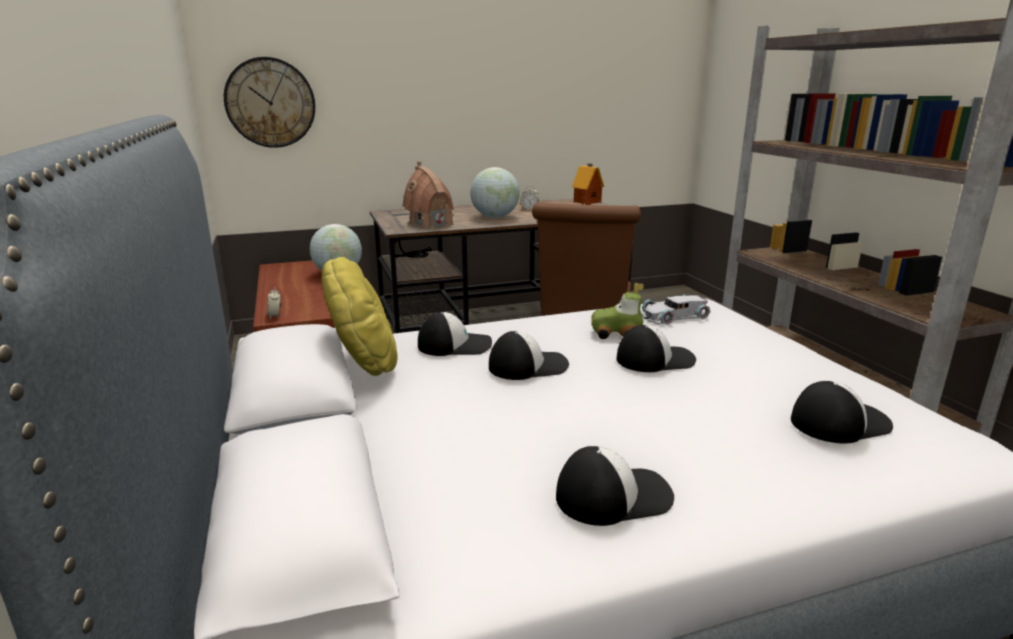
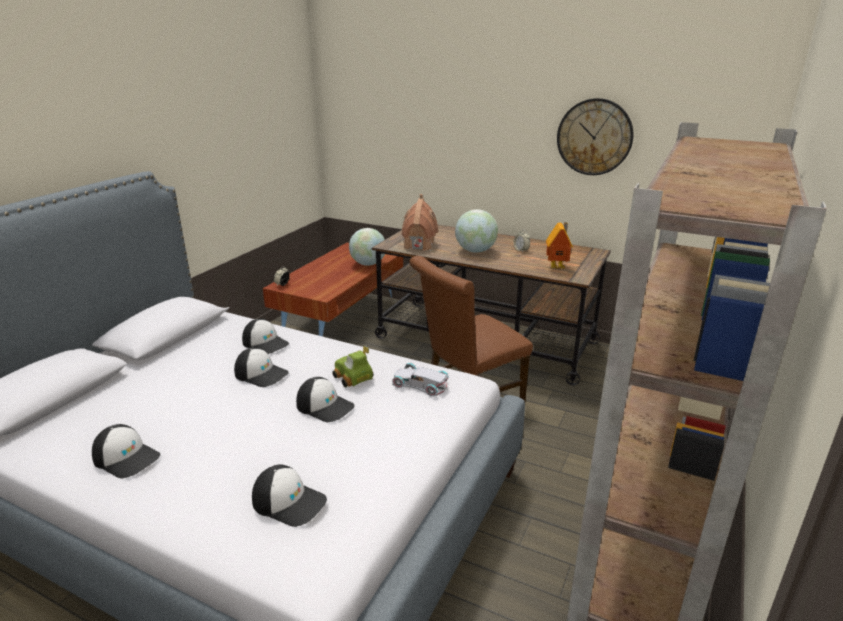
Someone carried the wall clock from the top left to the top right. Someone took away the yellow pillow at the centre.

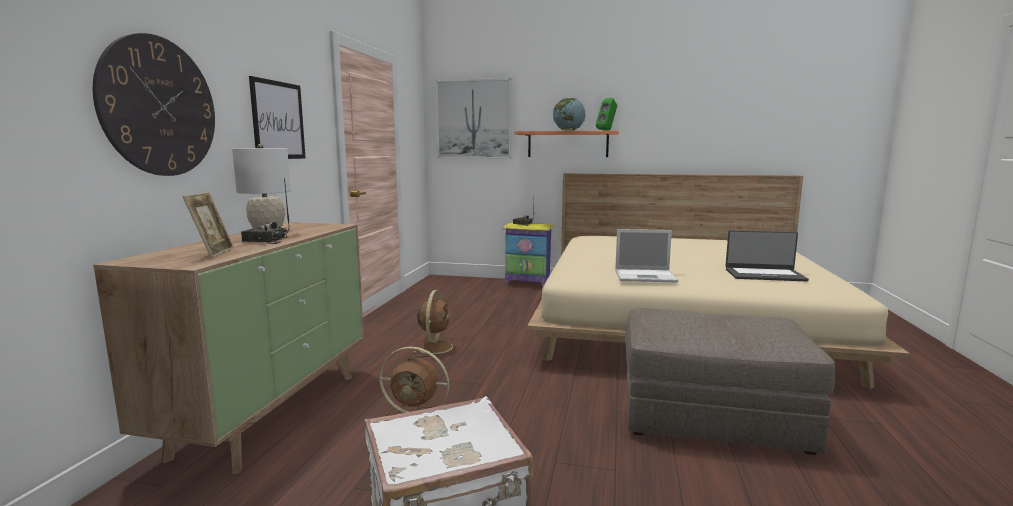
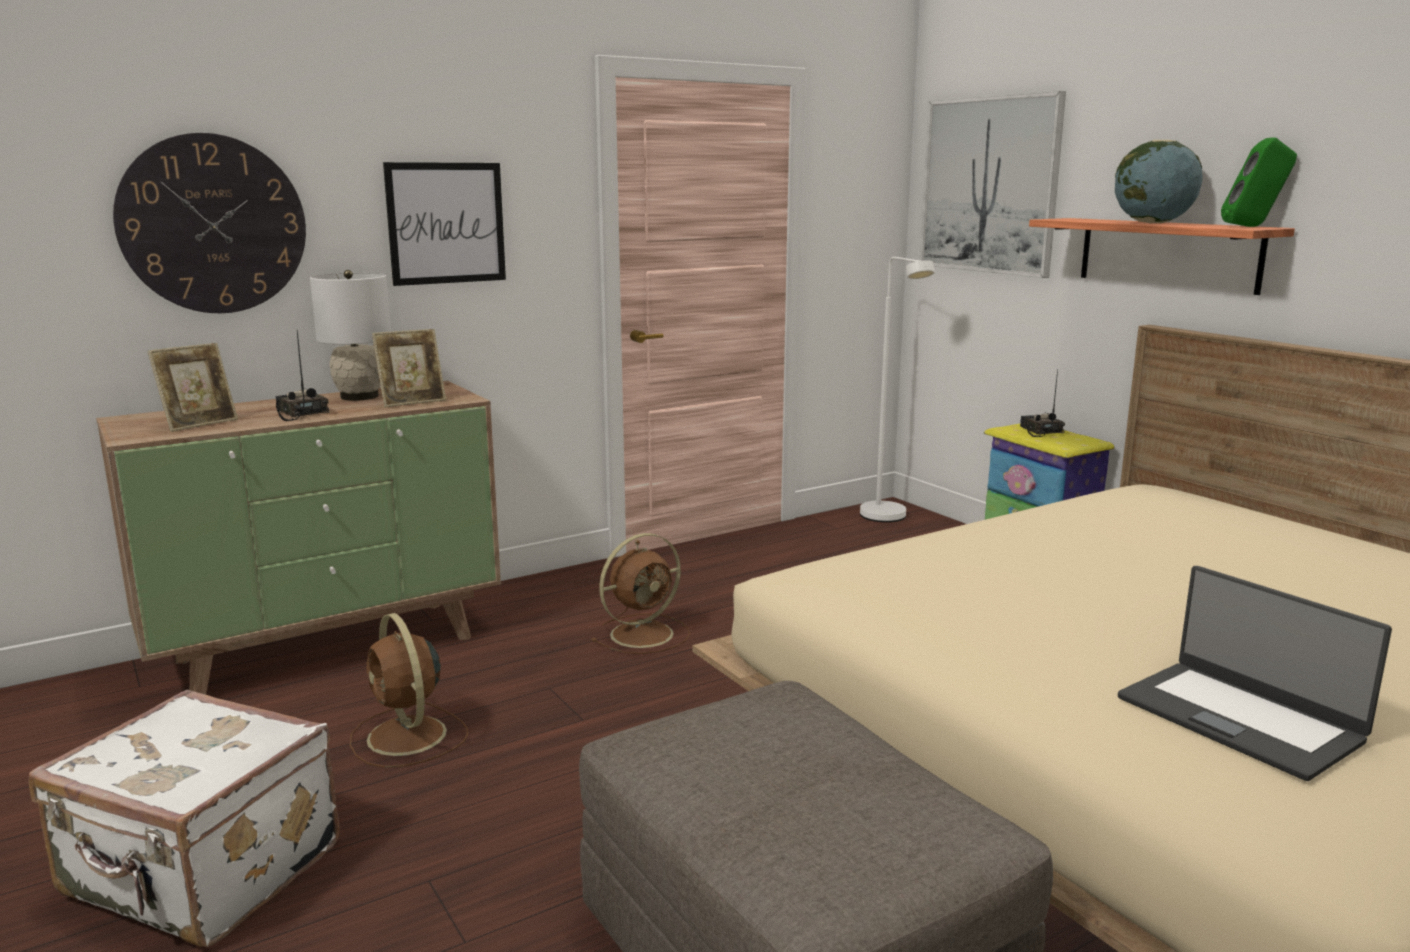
Someone took away the laptop (no. 1 from left) at the centre. Someone put down the picture frame (no. 2 from left) at the middle left. Someone put down the white floor lamp at the centre.

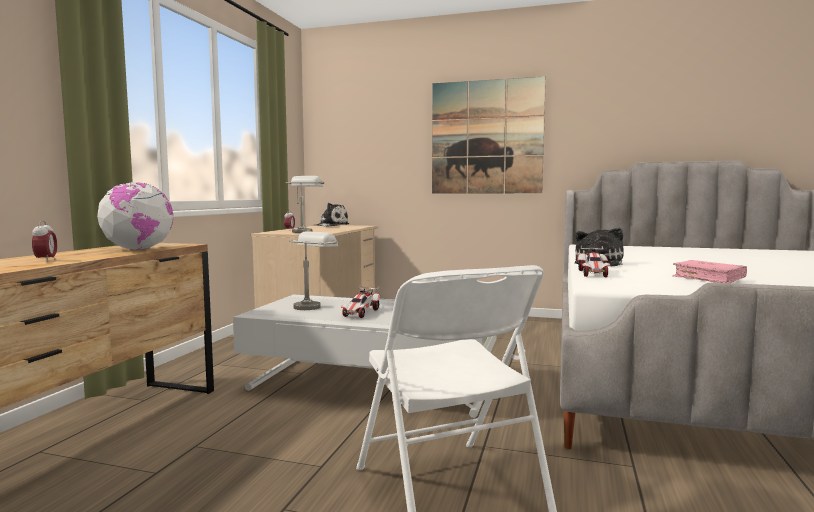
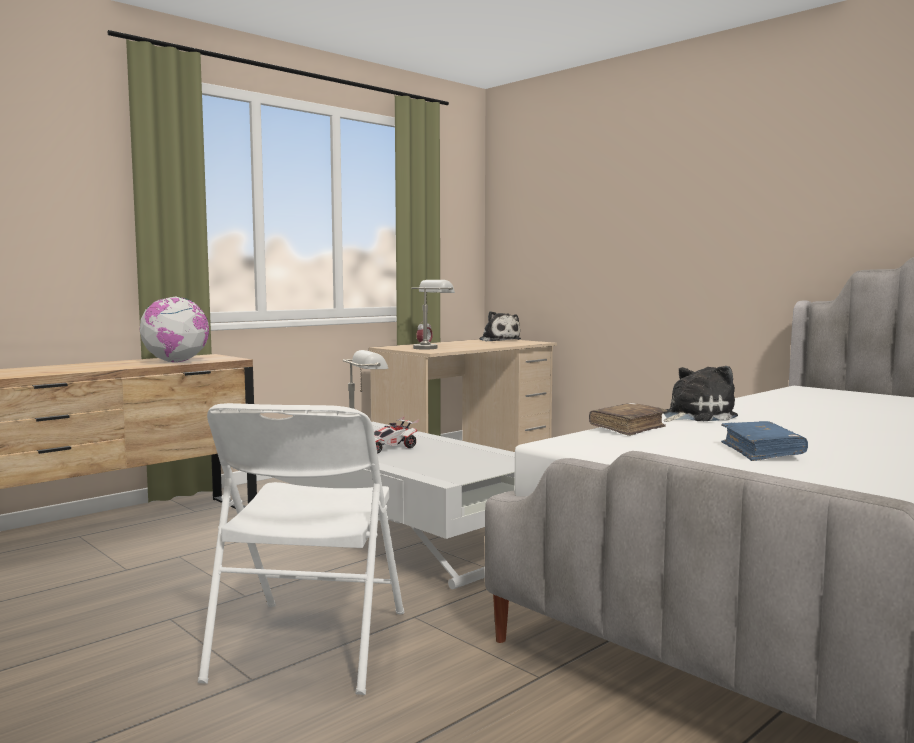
Someone took away the alarm clock (no. 1 from left) at the middle left. Someone took away the picture at the top centre. Someone swapped the toy car (no. 2 from left) at the middle right for the brown book at the middle right. Someone repainted the pink book at the middle right, which became the blue book at the middle right.

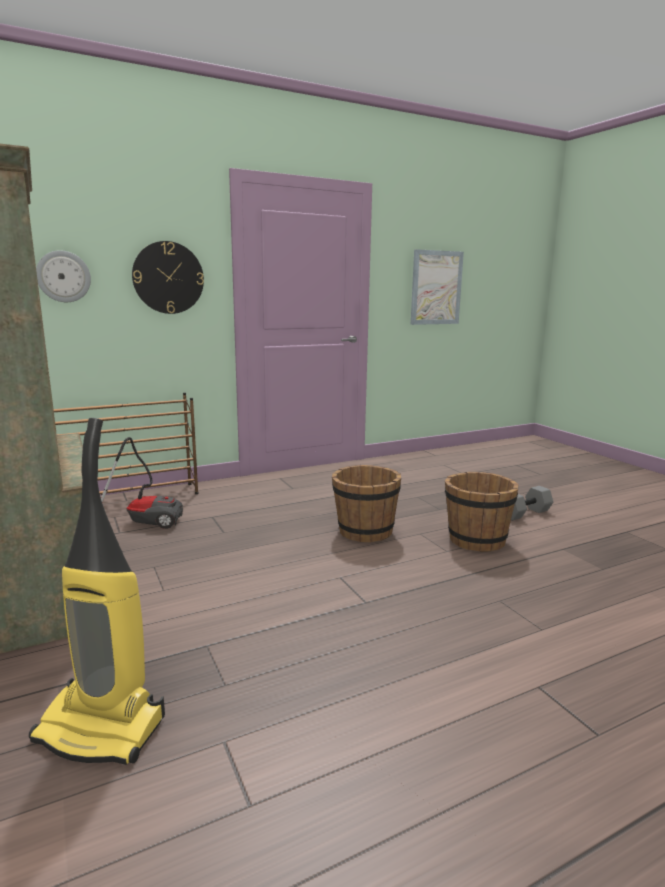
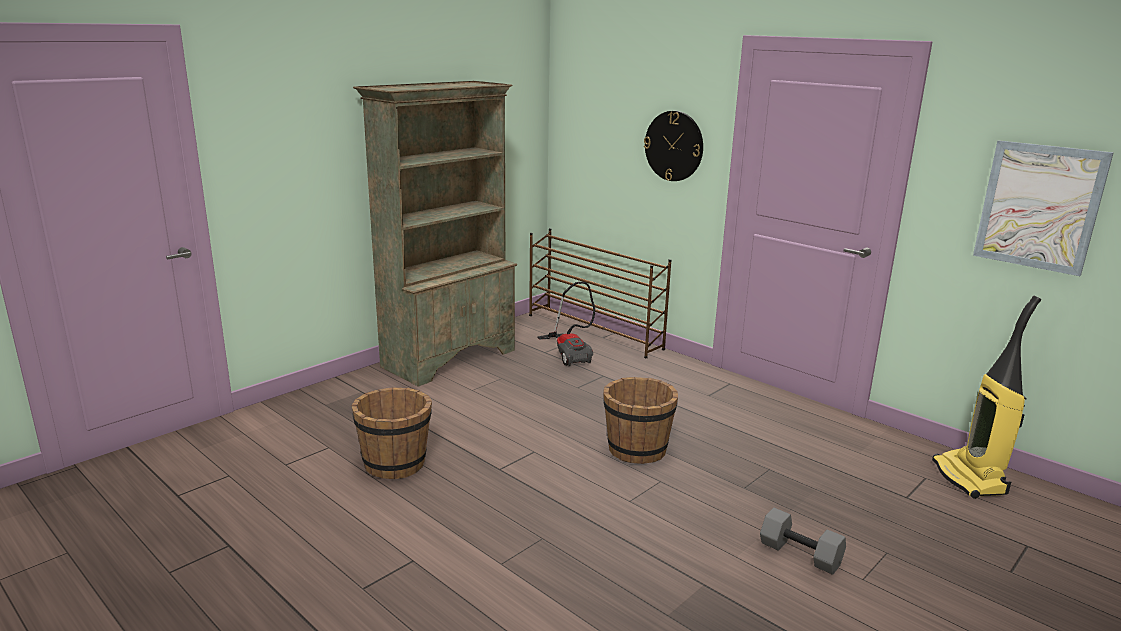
Someone carried the vacuum cleaner (no. 1 from left in the first image) from the middle left to the middle right. Someone took away the wall clock (no. 1 from left) at the top left. Someone carried the brown bucket (no. 2 from left in the first image) from the middle right to the bottom centre.

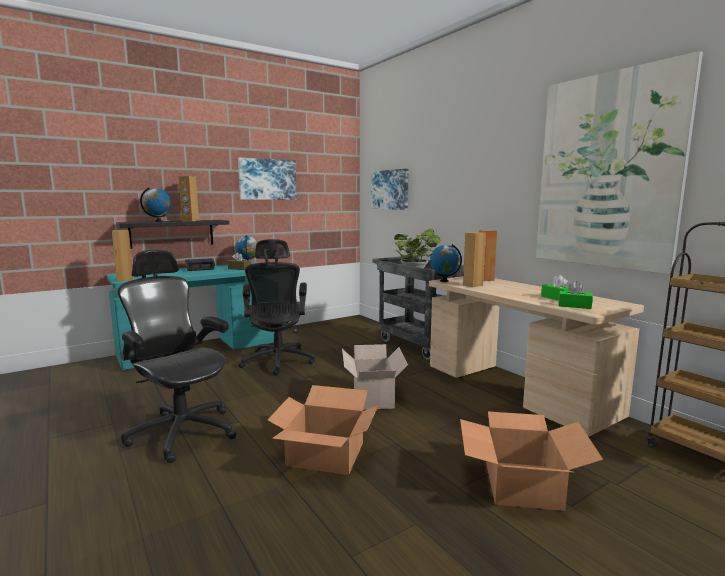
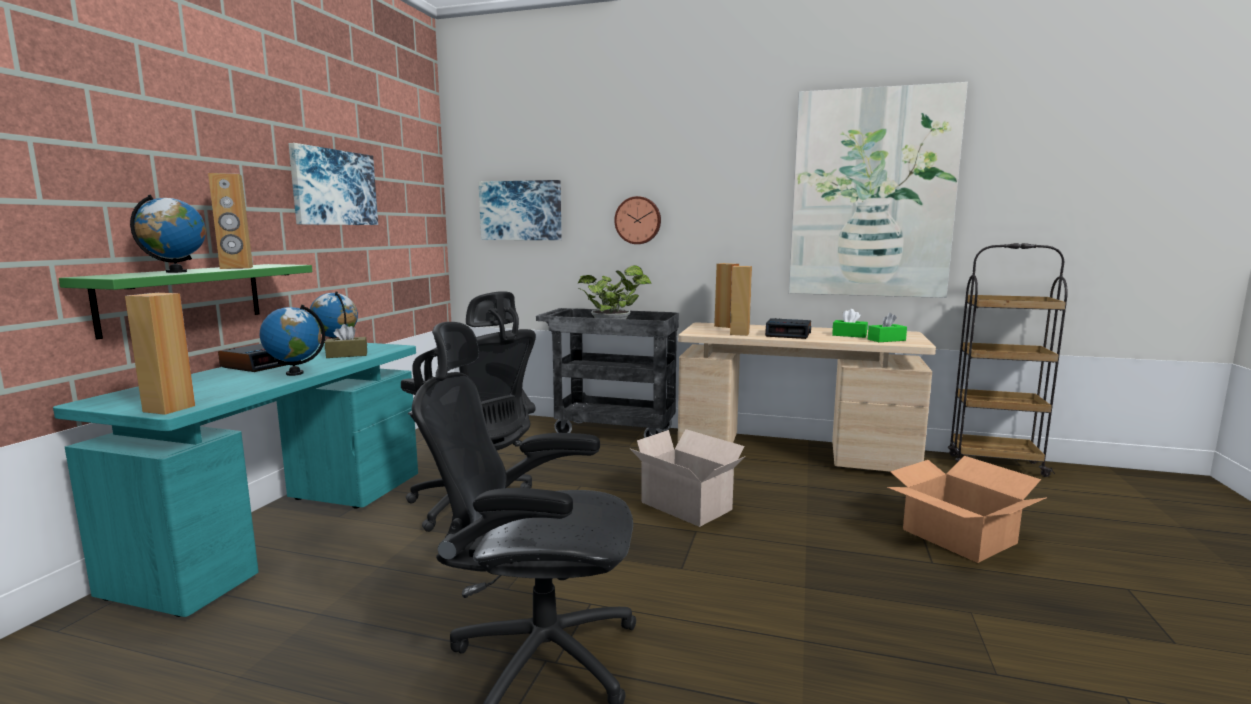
Someone repainted the black shelf at the middle left, which became the green shelf at the middle left. Someone took away the cardboard box (no. 1 from left) at the bottom centre. Someone carried the globe (no. 3 from left in the first image) from the centre to the middle left. Someone put up the wall clock at the top centre. Someone put down the alarm clock (no. 2 from left) at the centre.

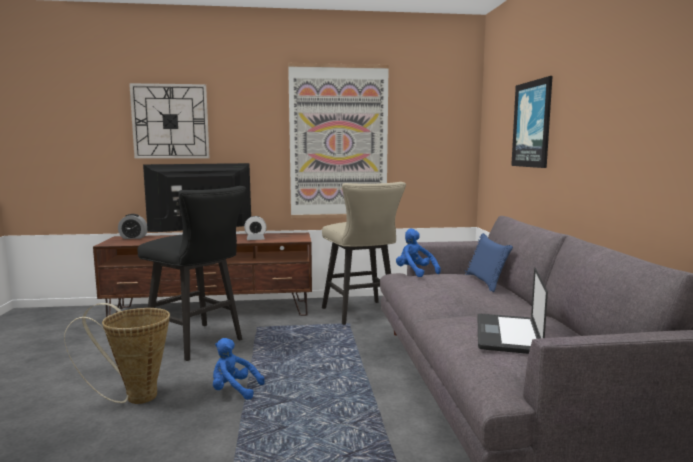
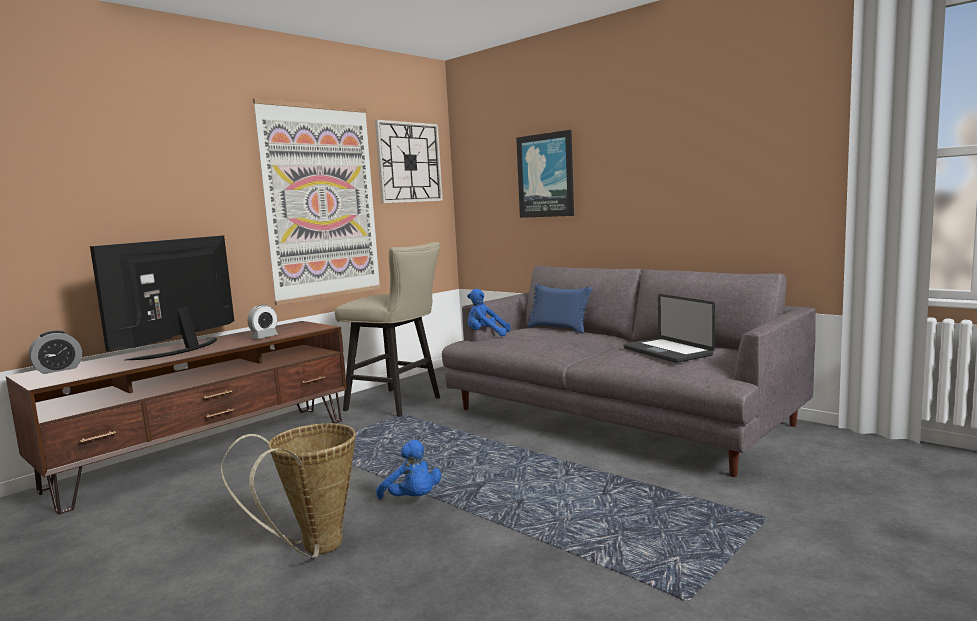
Someone carried the wall clock from the top left to the top centre. Someone took away the black stool at the middle left. Someone rotated the blue plush toy (no. 1 from left) at the bottom centre by 105 degrees counterclockwise.

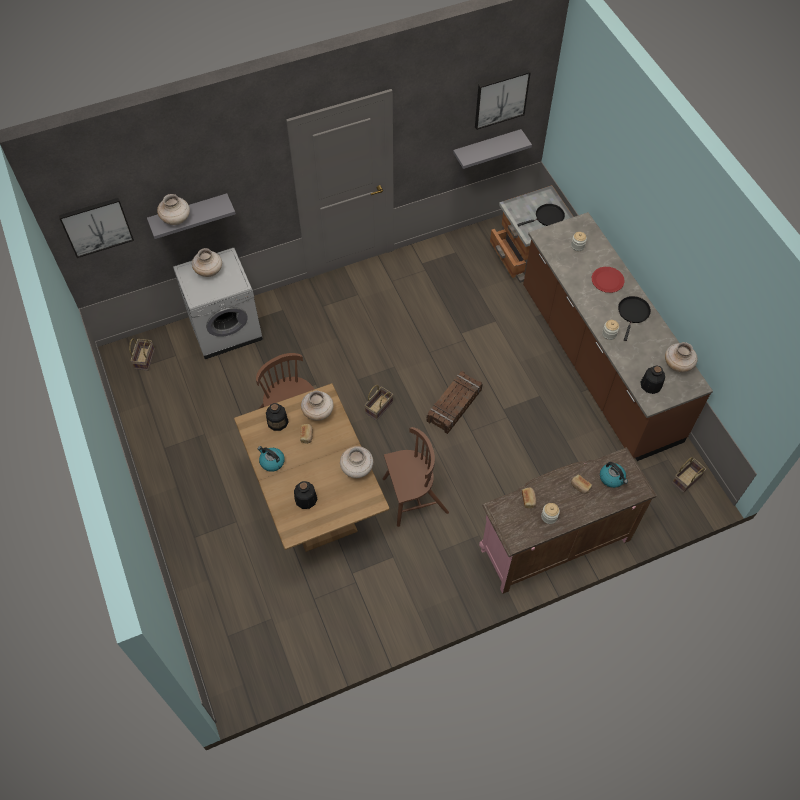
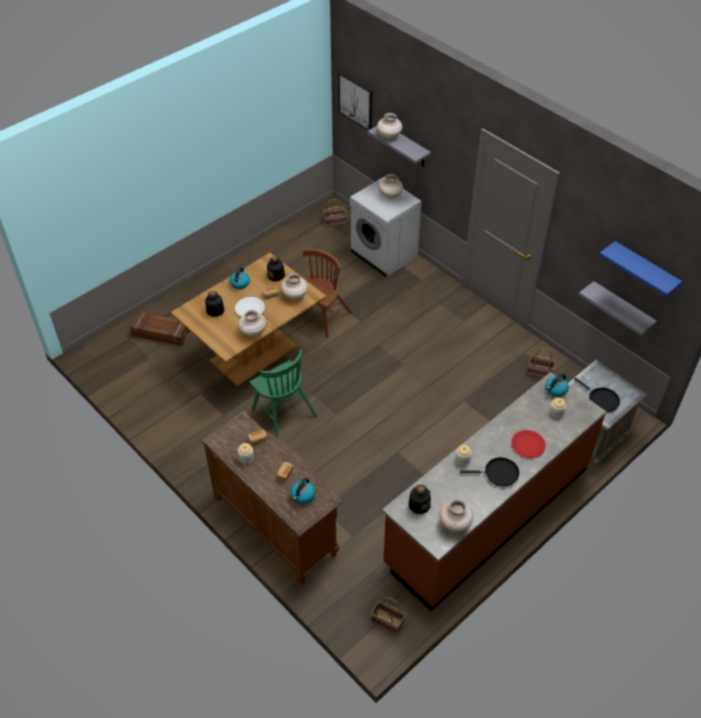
Someone carried the basket (no. 2 from left in the first image) from the centre to the middle right. Someone repainted the brown chair (no. 2 from left) at the centre, which became the green chair at the centre. Someone carried the crate from the centre to the middle left. Someone swapped the picture (no. 2 from left) at the top centre for the blue shelf at the middle right. Someone repainted the pink dresser at the middle right, which became the brown dresser at the bottom centre. Someone put down the white plate at the centre. Someone put down the kettle (no. 3 from left) at the middle right.

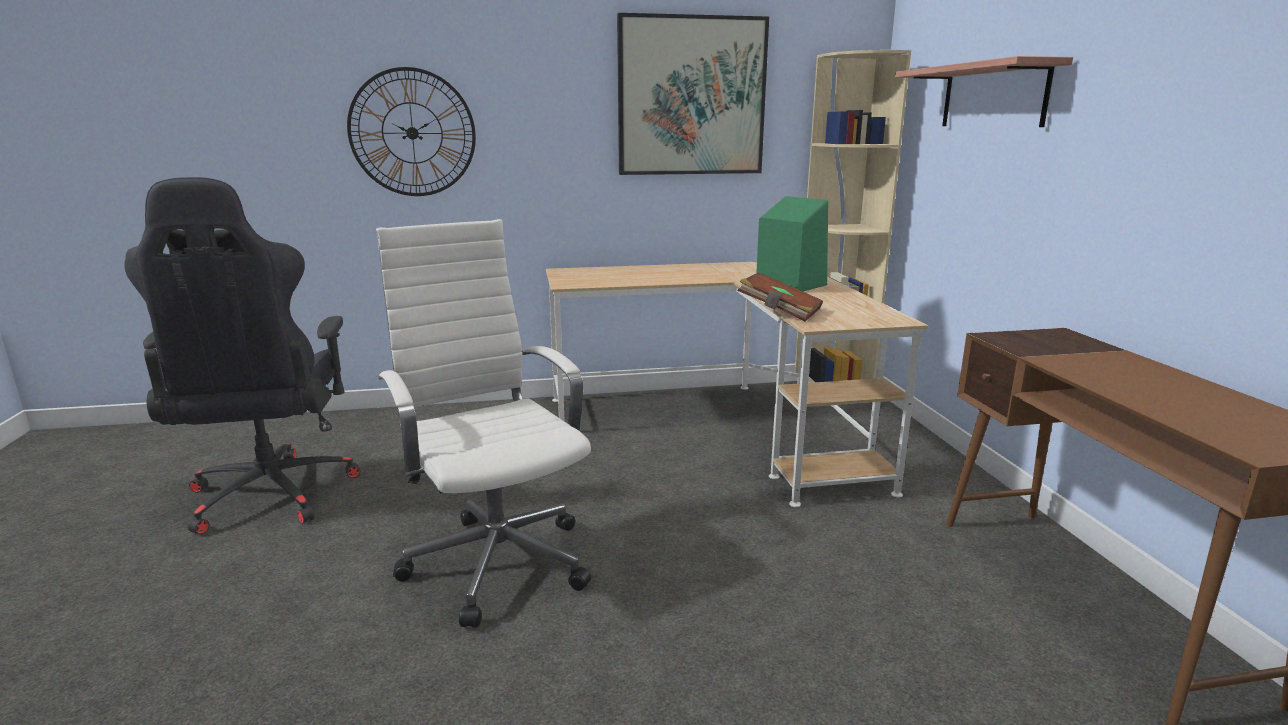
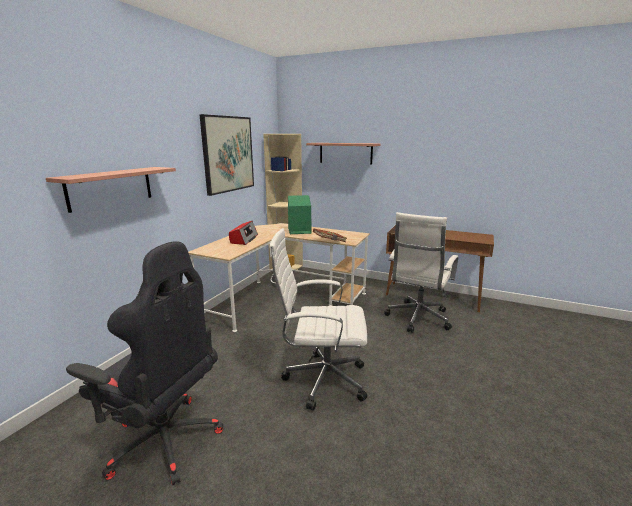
Someone swapped the wall clock at the top left for the shelf (no. 1 from left) at the middle left. Someone put down the radio at the centre. Someone put down the white office chair (no. 2 from left) at the centre.

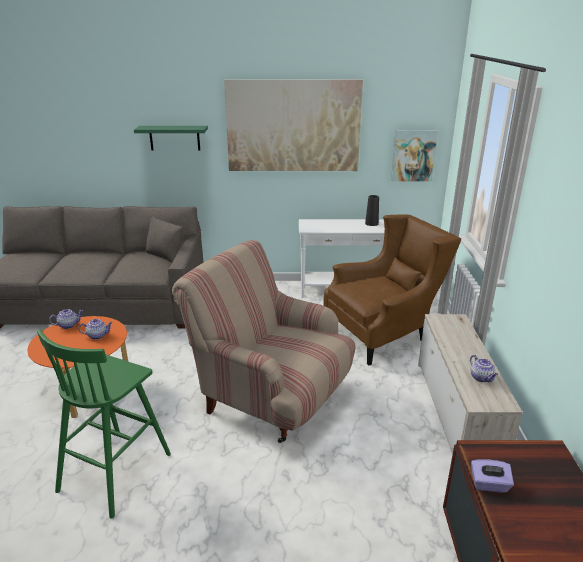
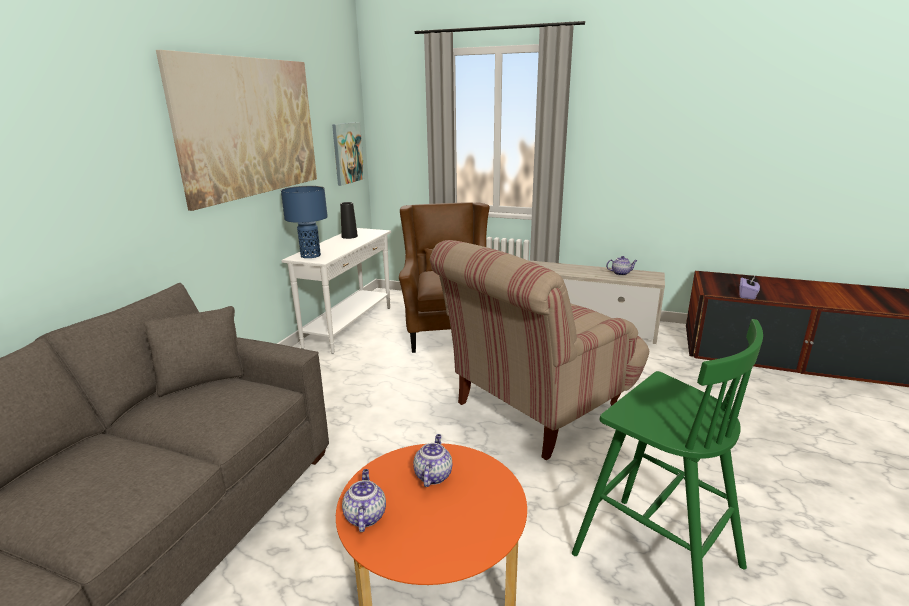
Someone took away the green shelf at the top left. Someone put down the blue table lamp at the centre.

